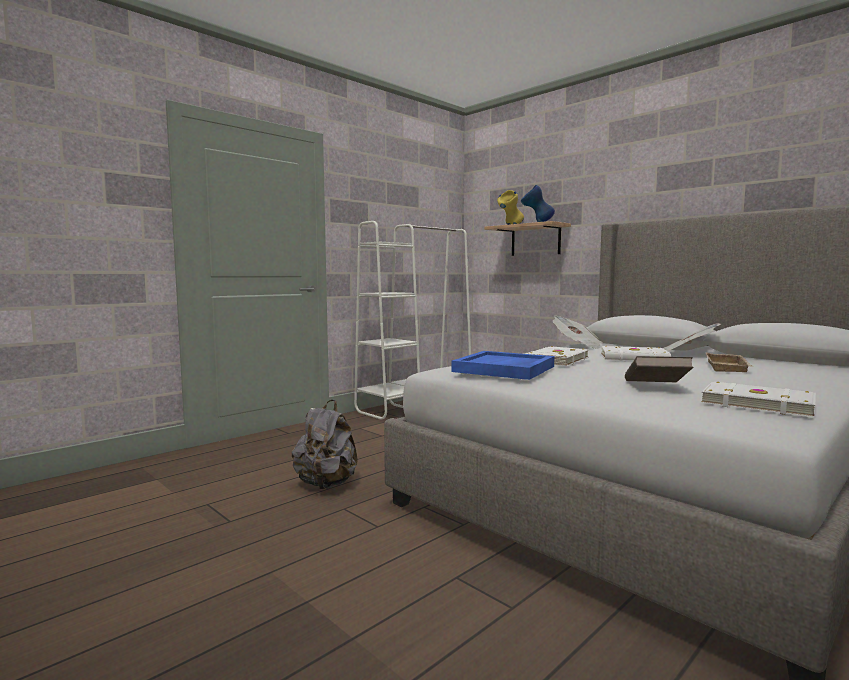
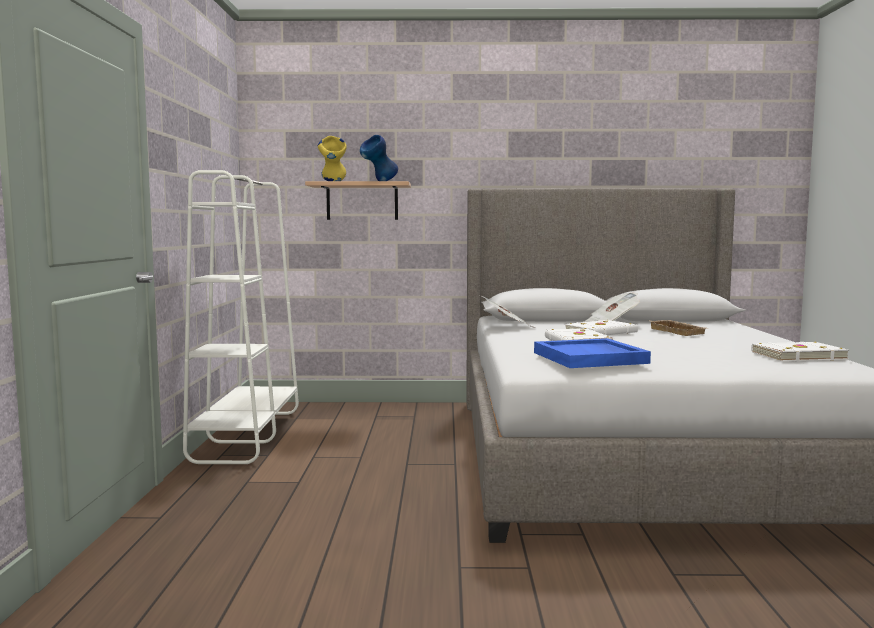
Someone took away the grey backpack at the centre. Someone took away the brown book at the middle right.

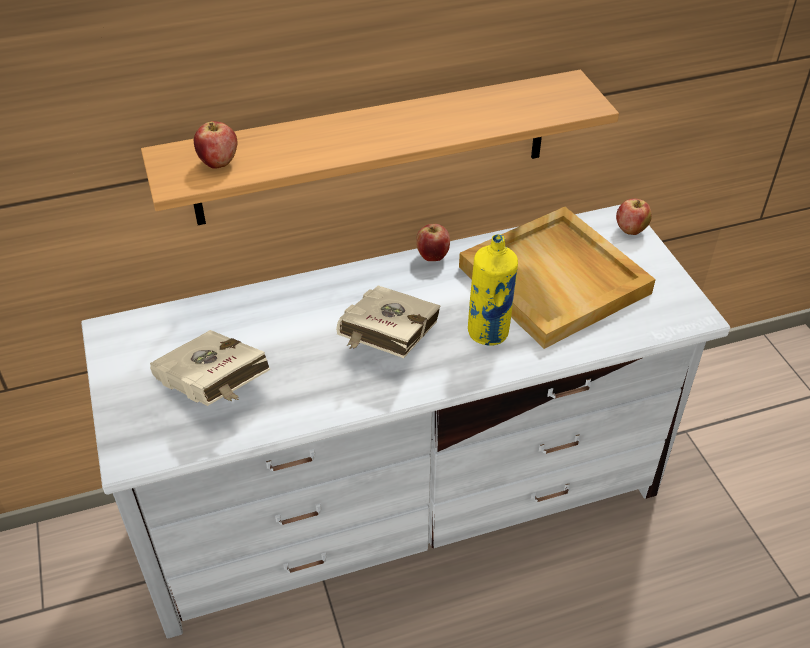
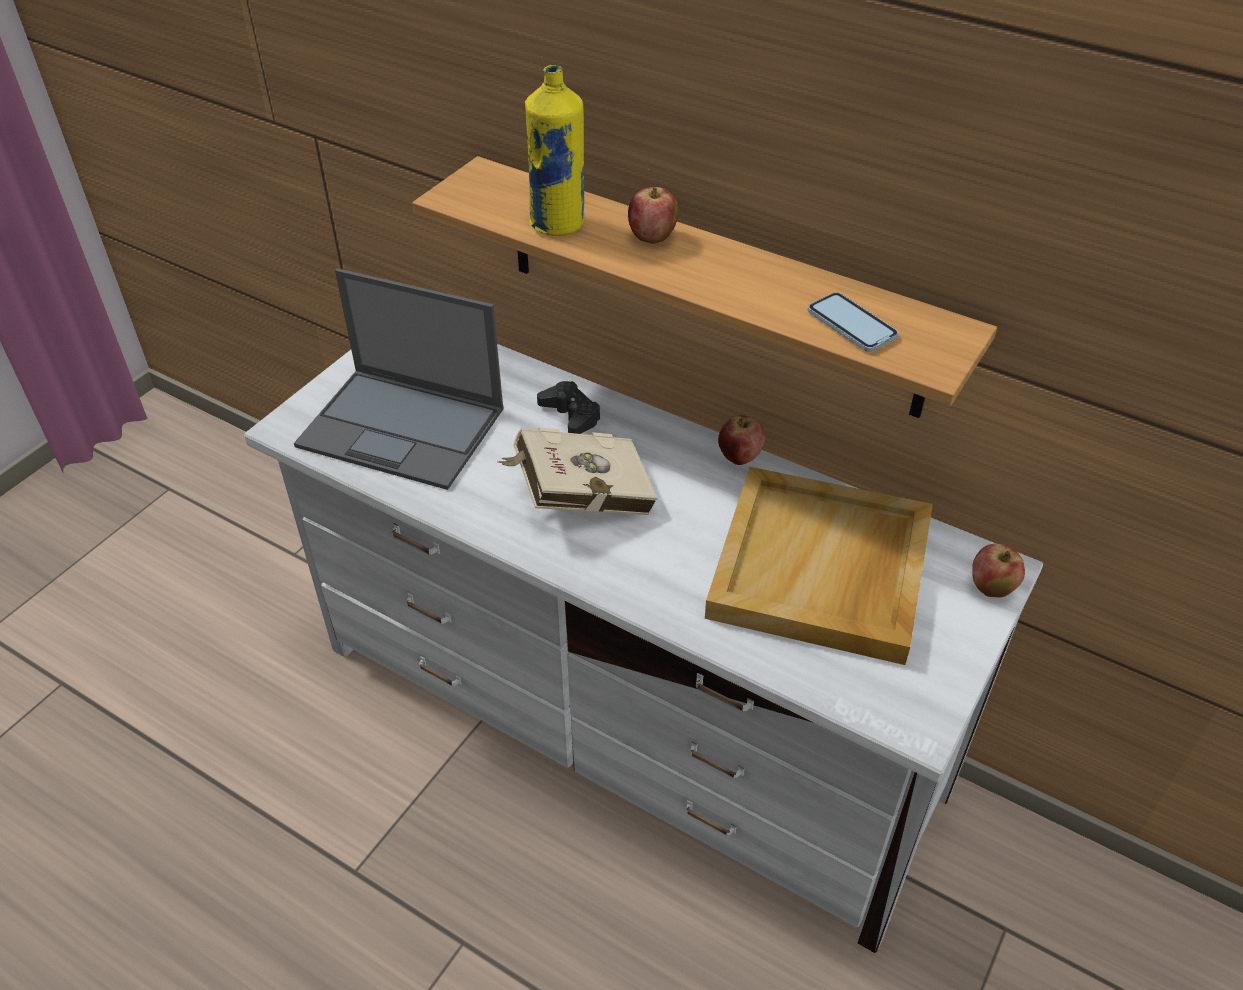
Someone swapped the beige book (no. 1 from left) at the middle left for the laptop at the middle left. Someone carried the apple (no. 1 from left) from the top left to the top centre. Someone carried the yellow bottle from the centre to the top centre. Someone put down the black game controller at the centre. Someone put down the phone at the top right.

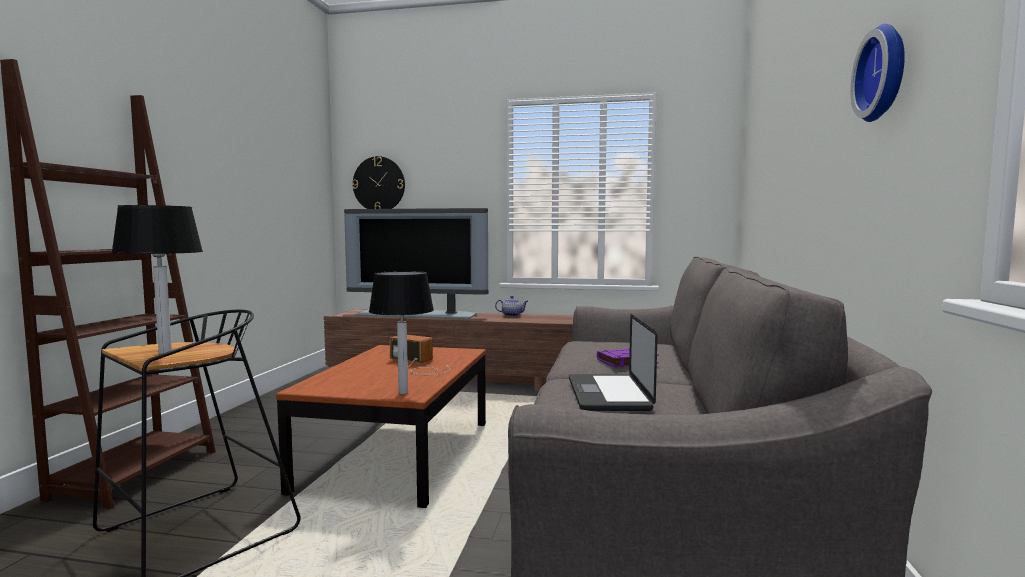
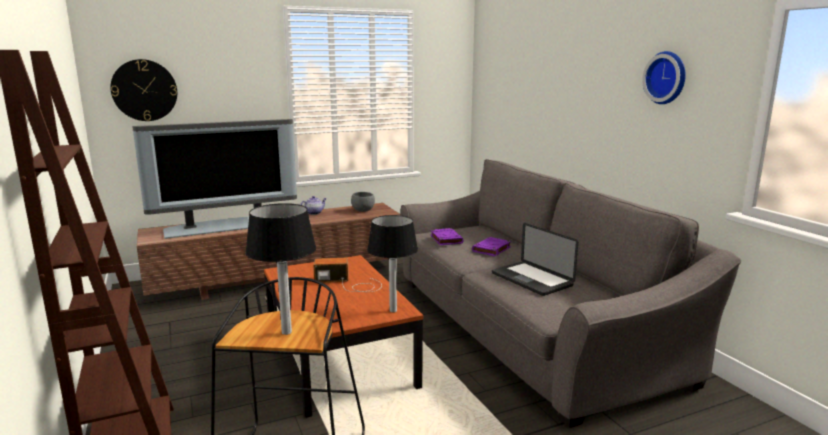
Someone put down the grey bowl at the centre. Someone put down the purple book (no. 1 from left) at the centre.

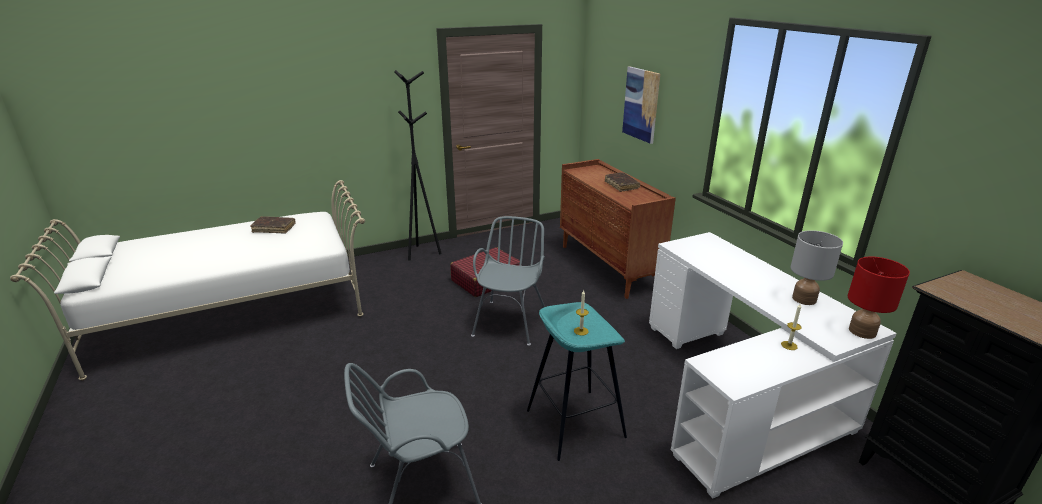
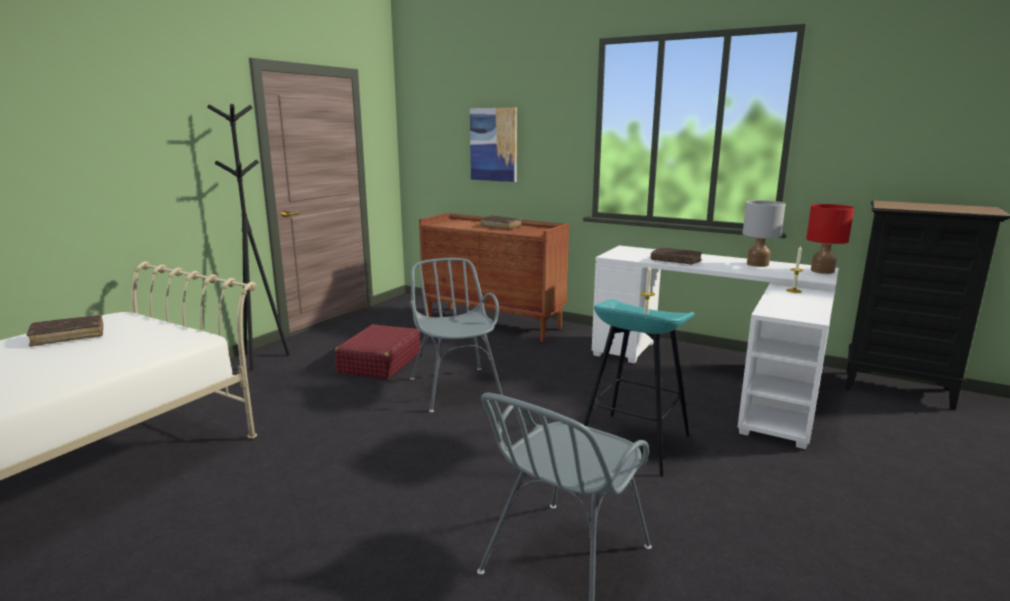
Someone put down the brown book (no. 3 from left) at the middle right.

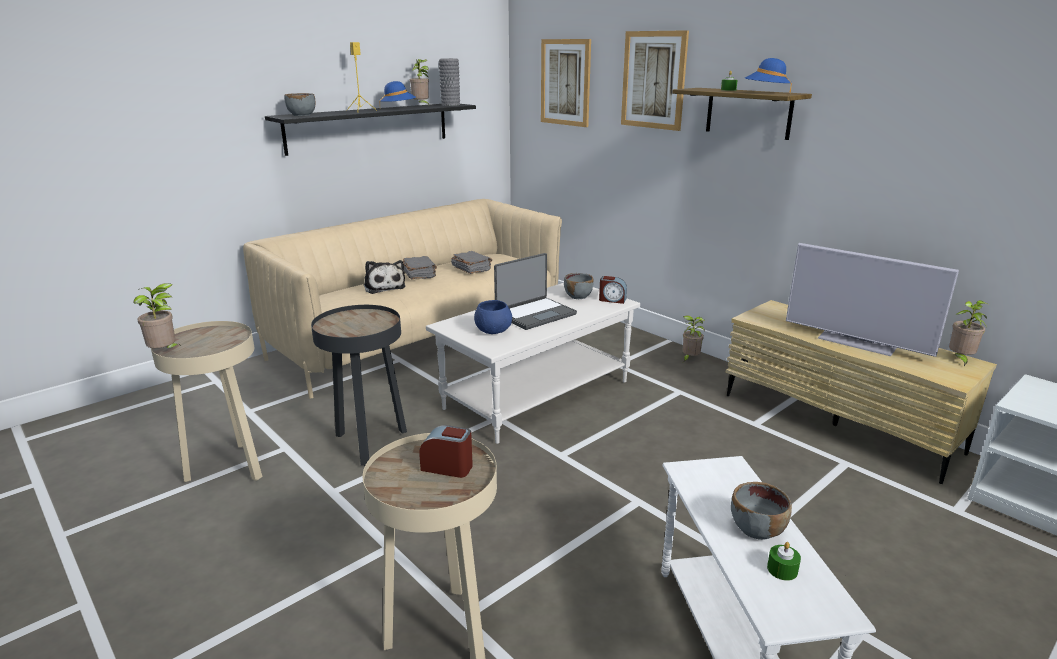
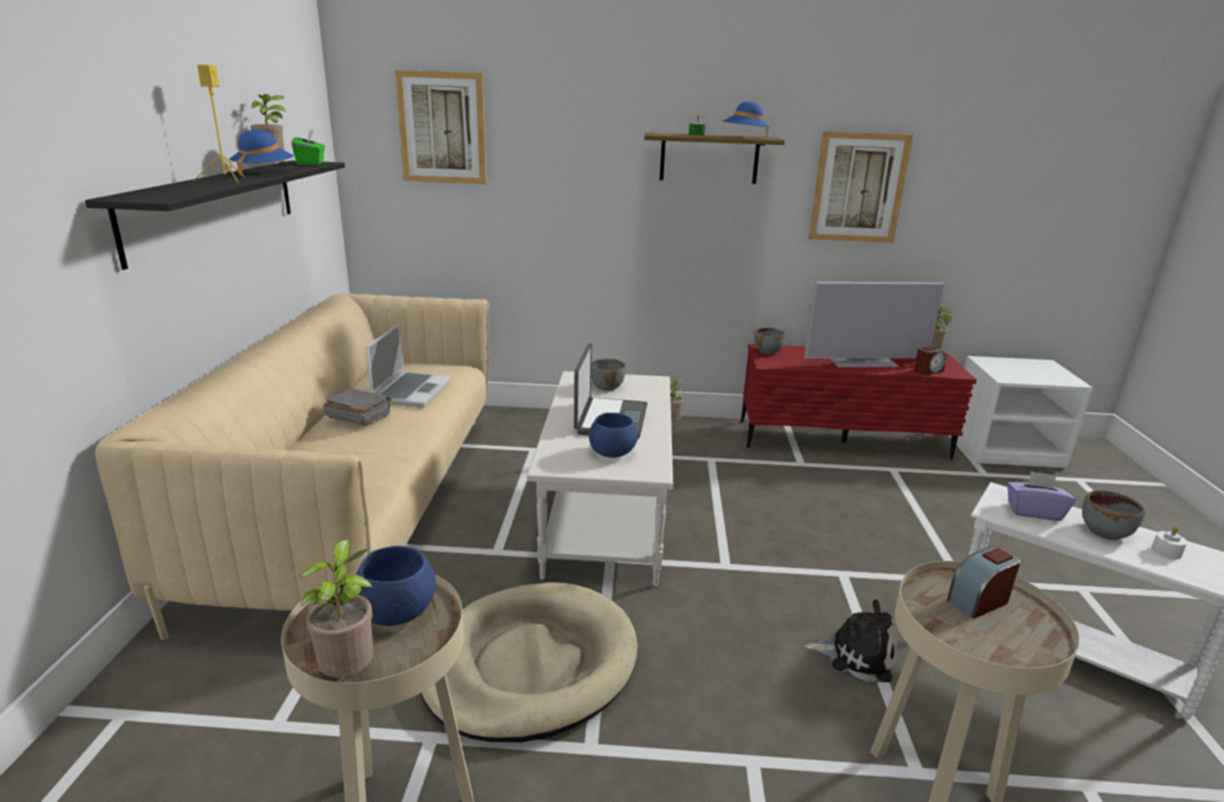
Someone carried the grey bowl (no. 1 from left in the first image) from the top left to the centre. Someone swapped the black side table at the centre for the beige dog bed at the bottom centre. Someone carried the plush toy from the centre to the bottom right. Someone swapped the grey vase at the top centre for the green tissue box at the top left. Someone swapped the grey book (no. 2 from left) at the centre for the laptop (no. 1 from left) at the centre. Someone carried the alarm clock (no. 2 from left in the first image) from the centre to the middle right. Someone carried the picture (no. 2 from left) from the top centre to the top right. Someone repainted the beige tv stand at the middle right, which became the red tv stand at the middle right. Someone repainted the green candle (no. 2 from left) at the bottom right, which became the white candle at the bottom right. Someone put down the blue bowl (no. 1 from left) at the bottom left. Someone put down the purple tissue box at the middle right.

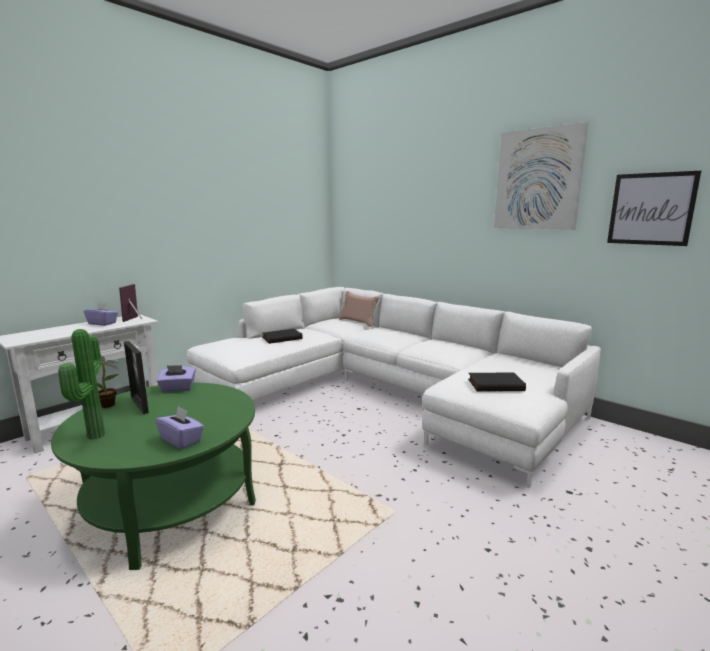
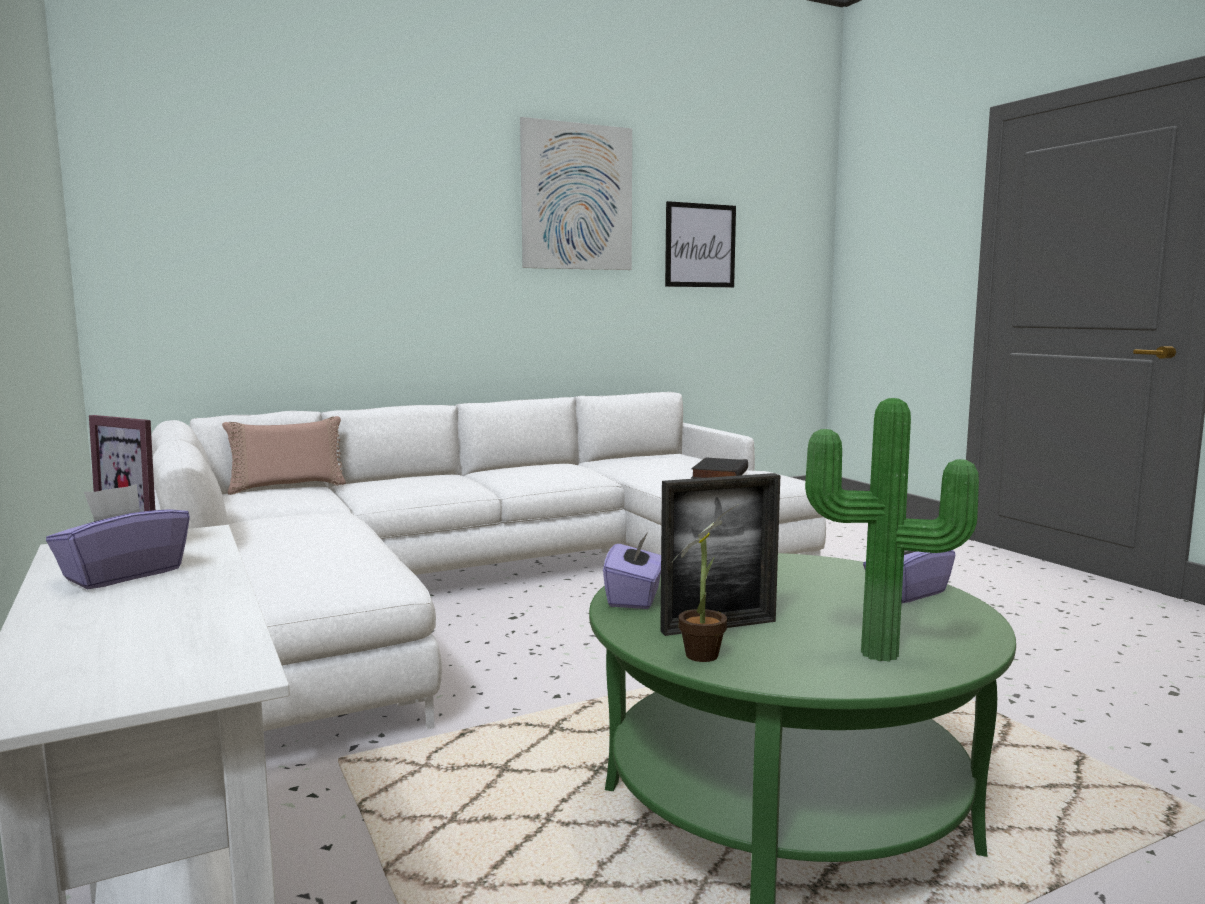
Someone took away the black book (no. 1 from left) at the centre.

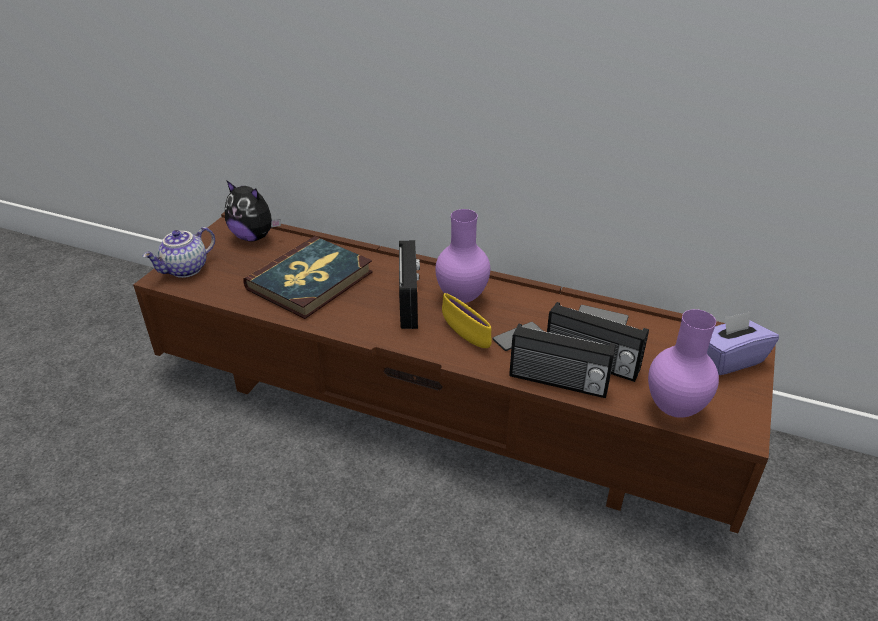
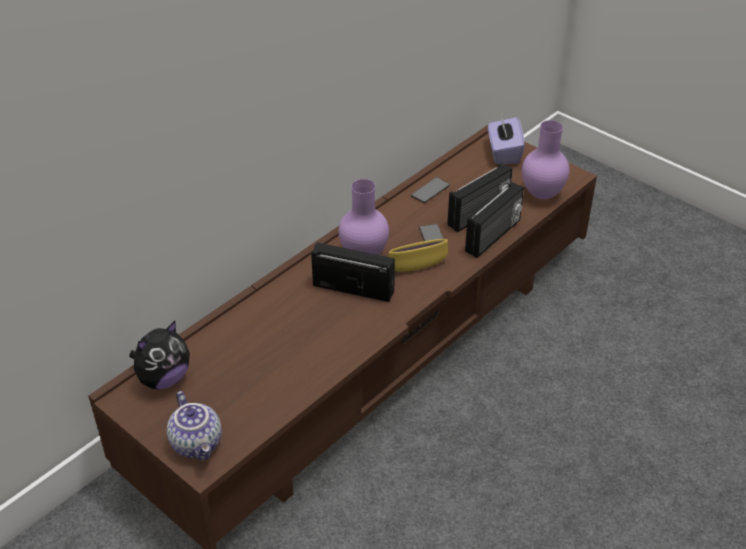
Someone took away the book at the centre.

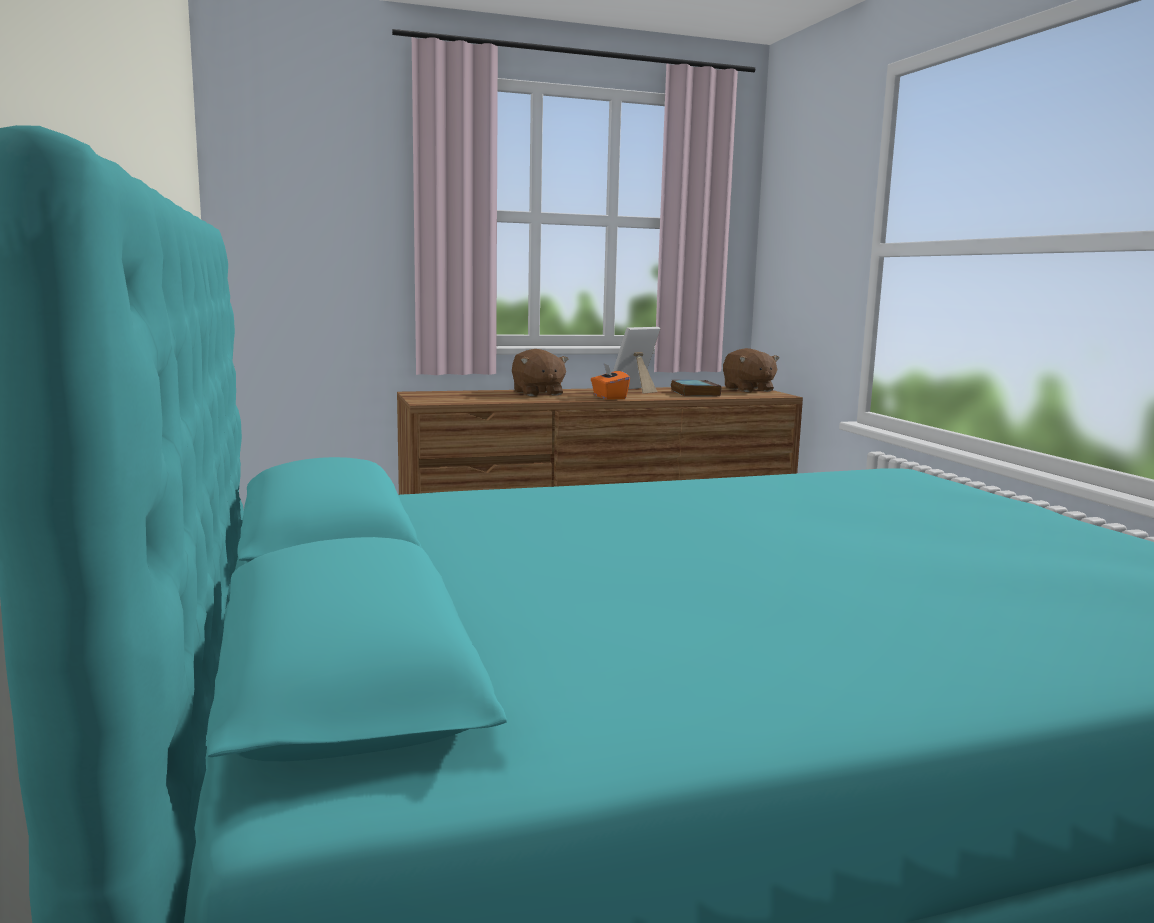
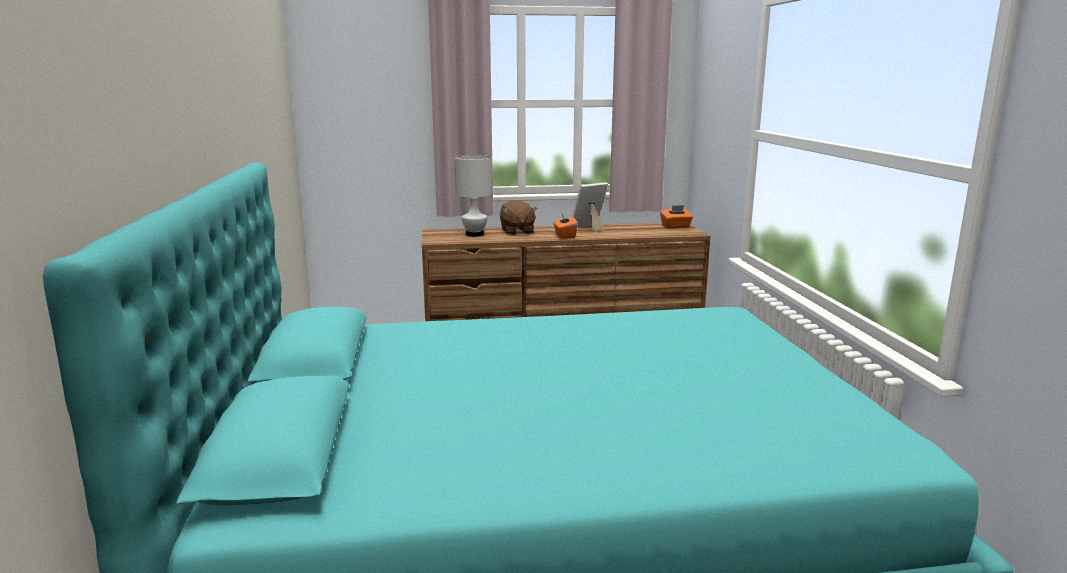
Someone took away the book at the centre. Someone swapped the brown plush toy (no. 2 from left) at the centre for the orange tissue box (no. 2 from left) at the centre. Someone put down the white table lamp at the centre.

